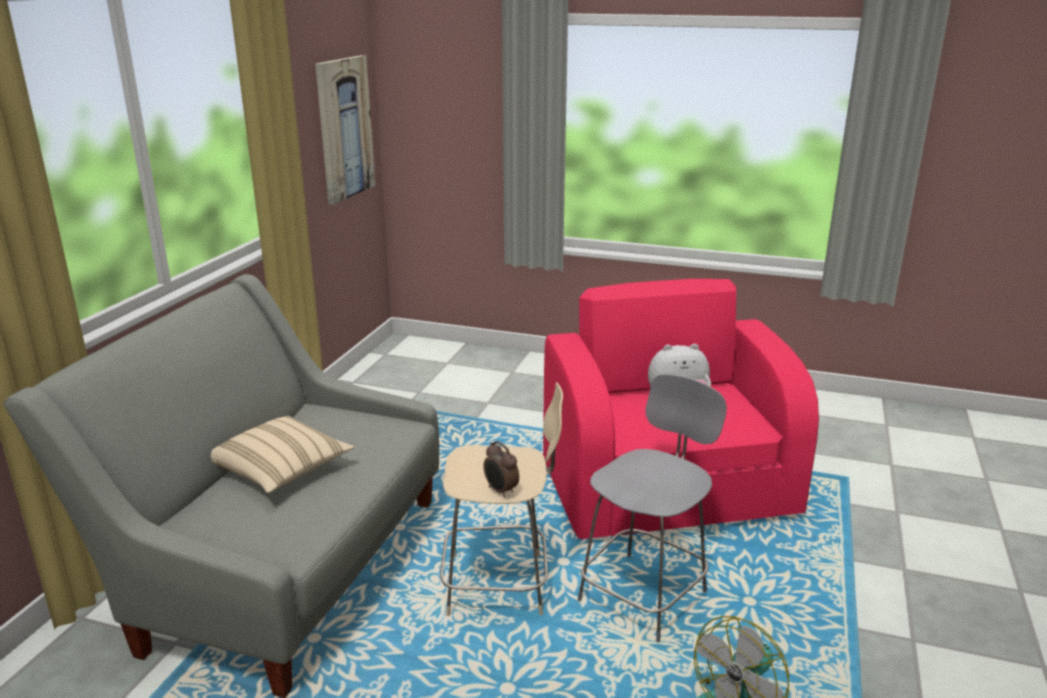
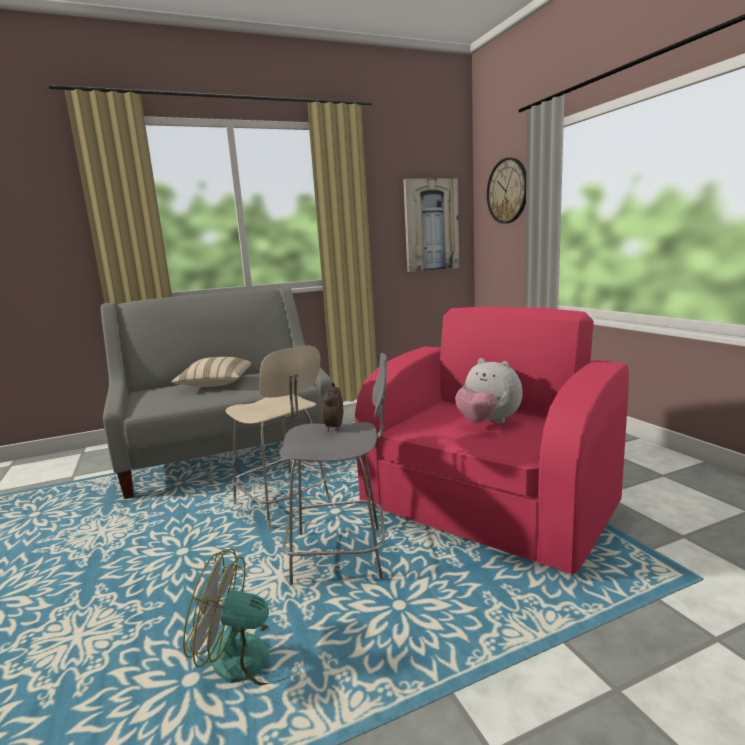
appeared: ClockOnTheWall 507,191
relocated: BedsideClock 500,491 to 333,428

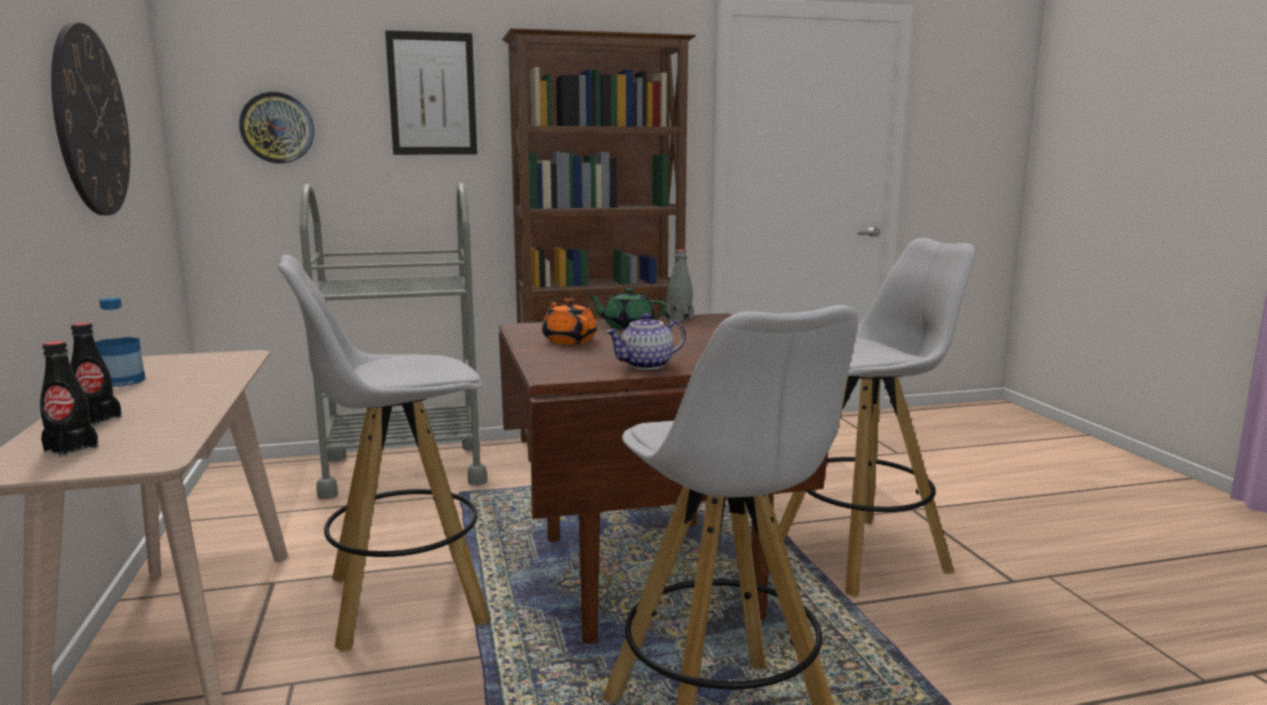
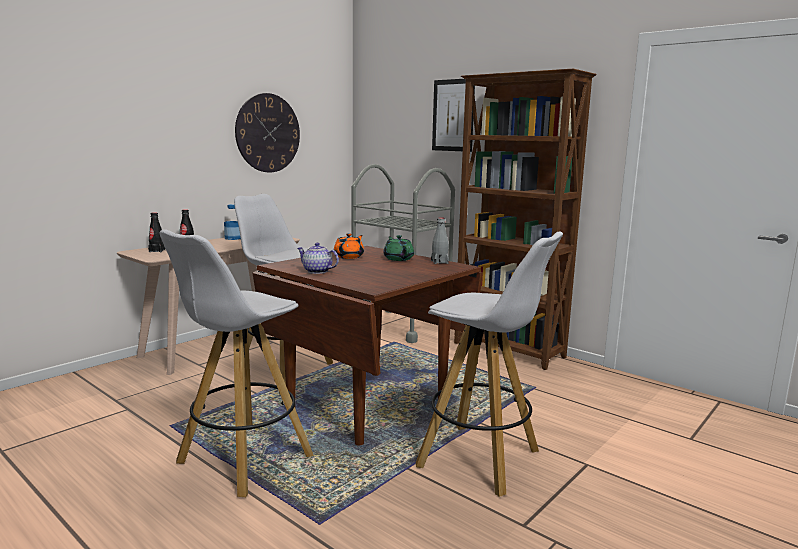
missing: ClockOnTheWall 277,128

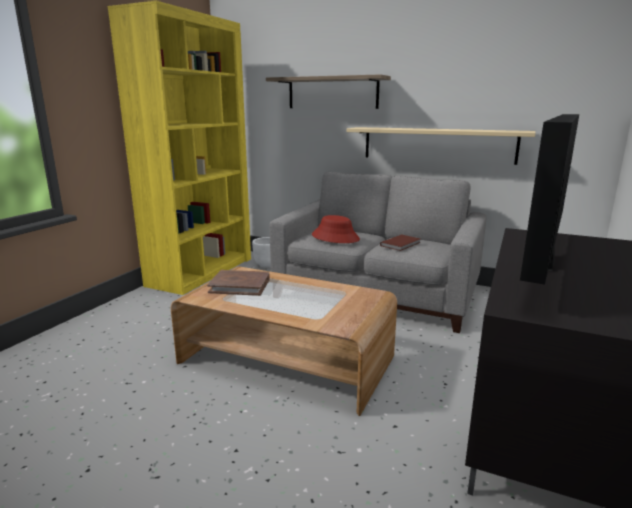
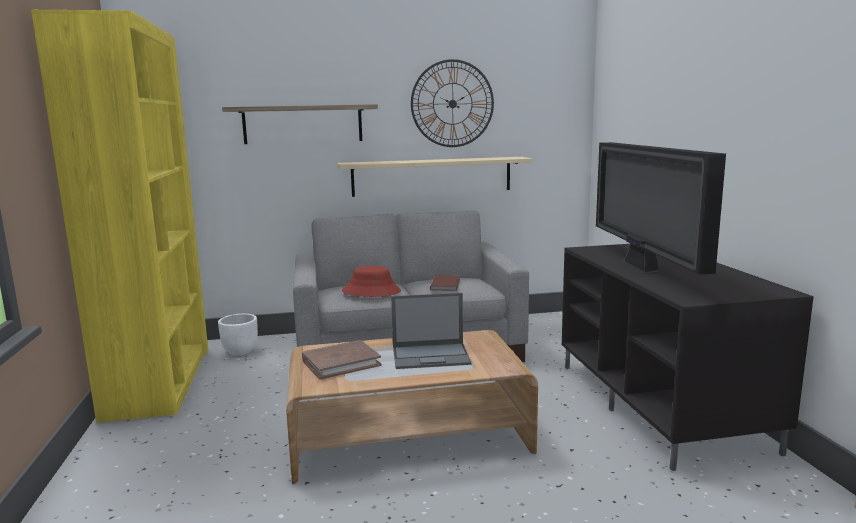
appeared: PortableComputer 431,356; ClockOnTheWall 452,103

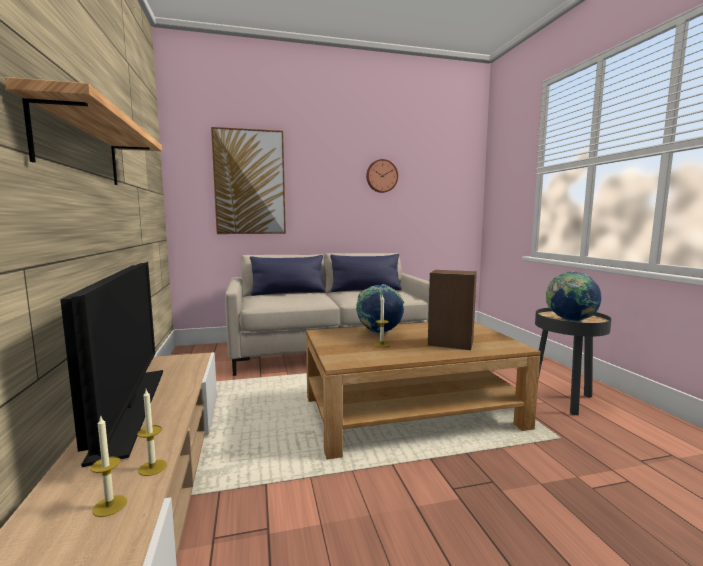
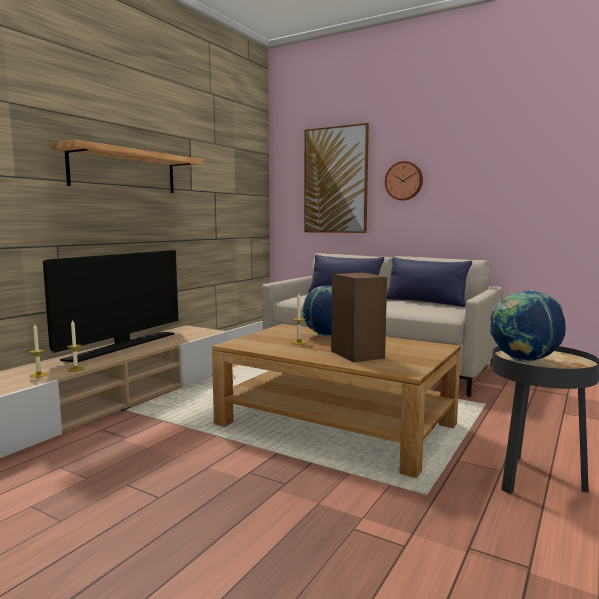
relocated: ClockOnTheWall 381,176 to 404,181

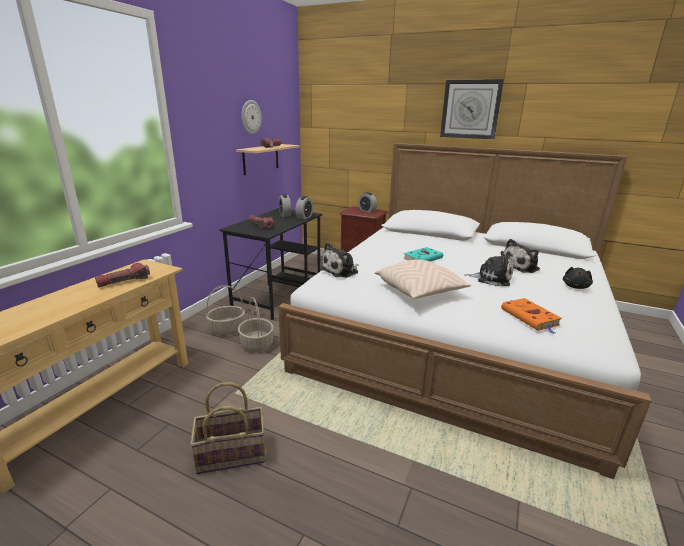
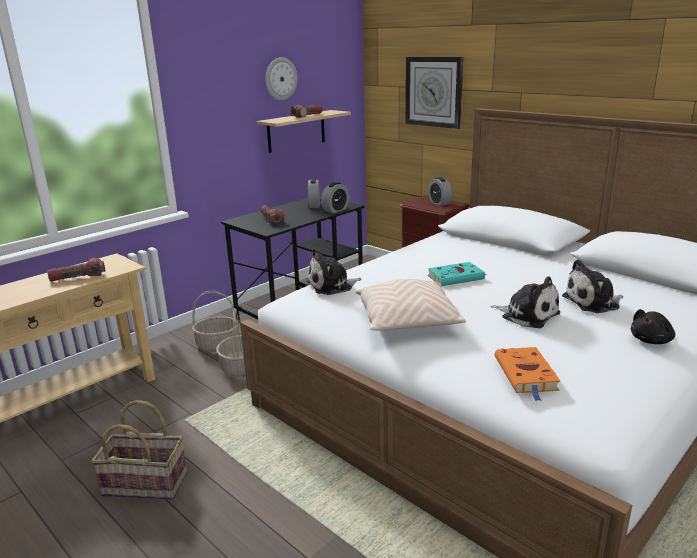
relocated: ClockOnTheWall 470,109 to 434,91

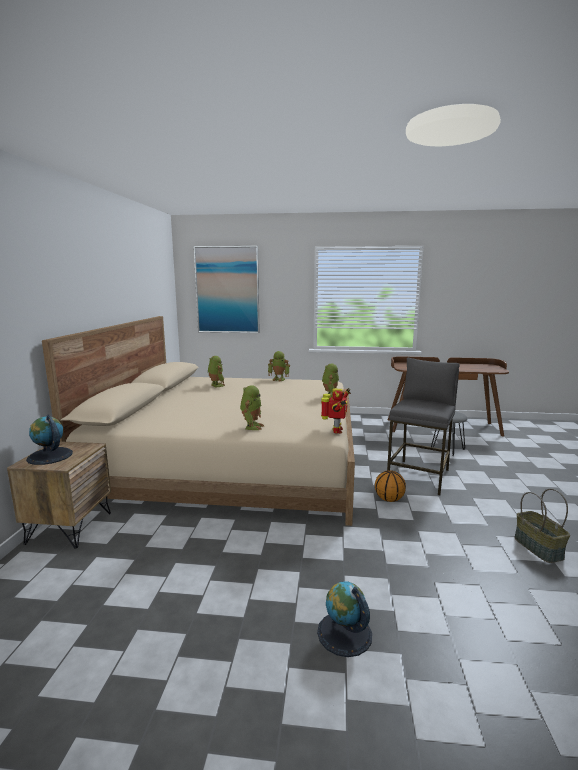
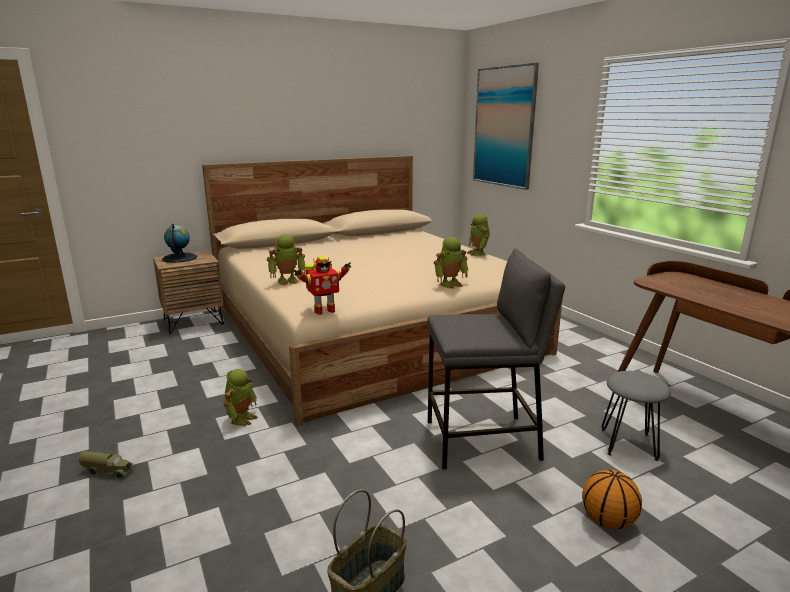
relocated: ModelRobot 216,385 to 241,418; BallForBasketball 389,499 to 608,521
exchanged: Globe 344,633 to ToyLorry 108,471

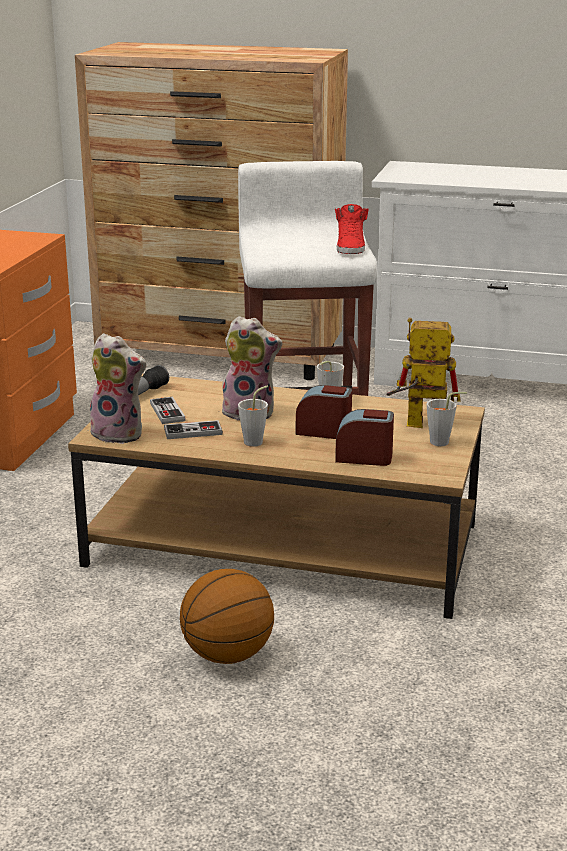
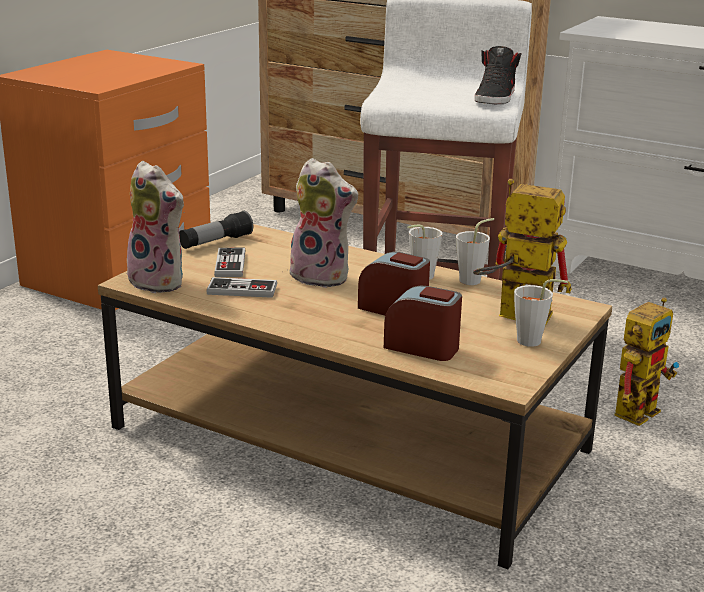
missing: BallForBasketball 228,655
appeared: ModelRobot 638,408
relocated: GreyDrinkingCup 256,441 to 474,280
colour: RedItemOfFootwear 351,247 to BlackishItemOfFootwear 496,98

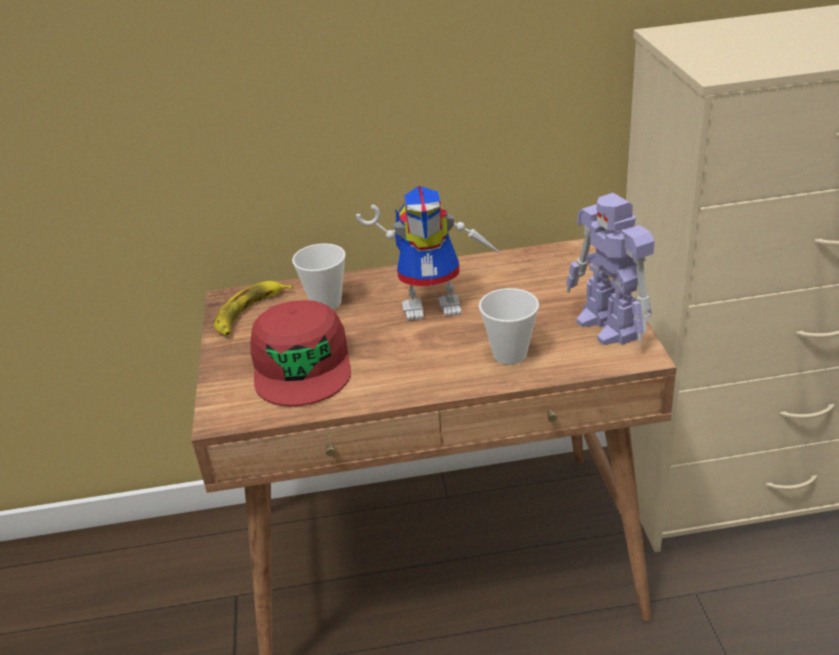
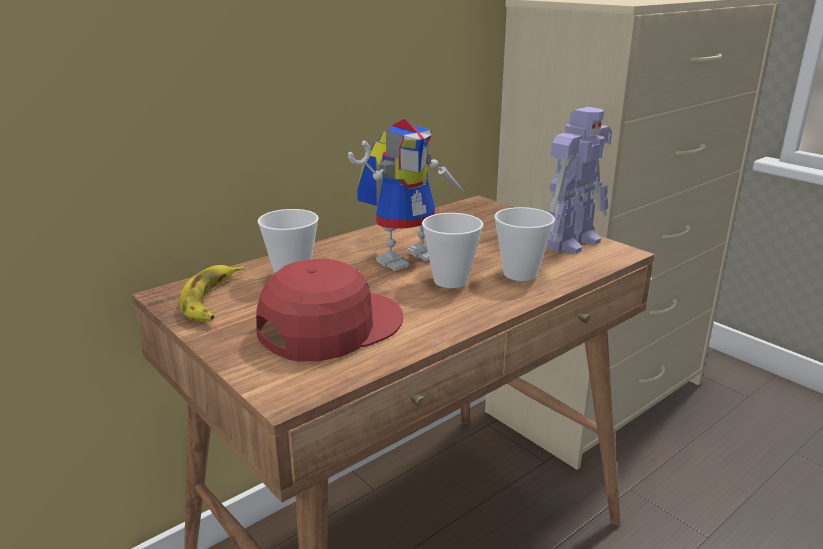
appeared: DrinkingCup 450,280
spun: RedCap 302,365 = 329,326 90 degrees counterclockwise; ModelRobot 609,327 = 572,241 75 degrees counterclockwise

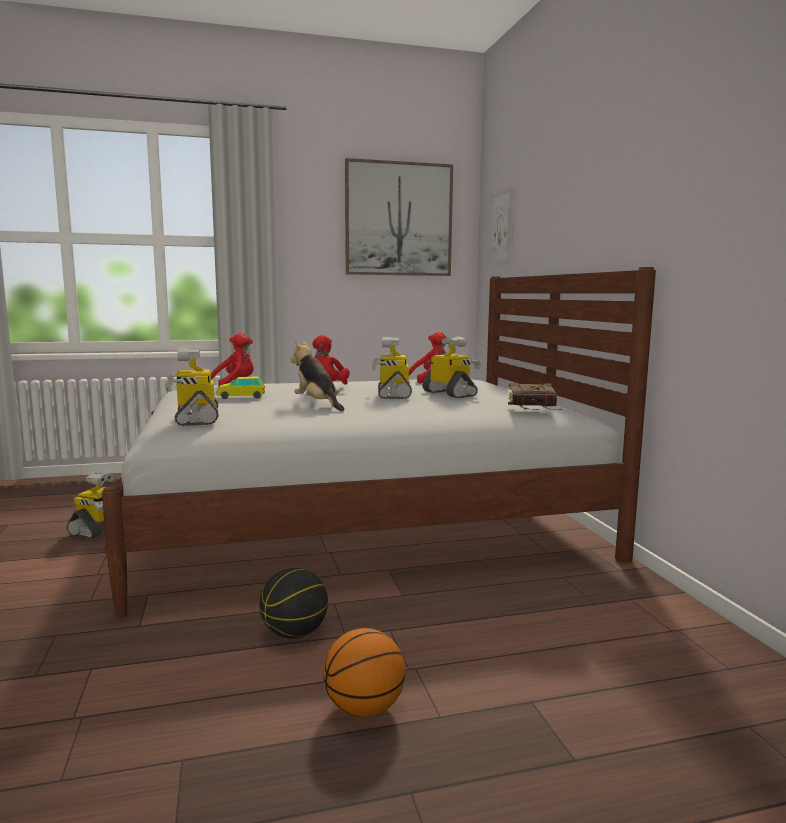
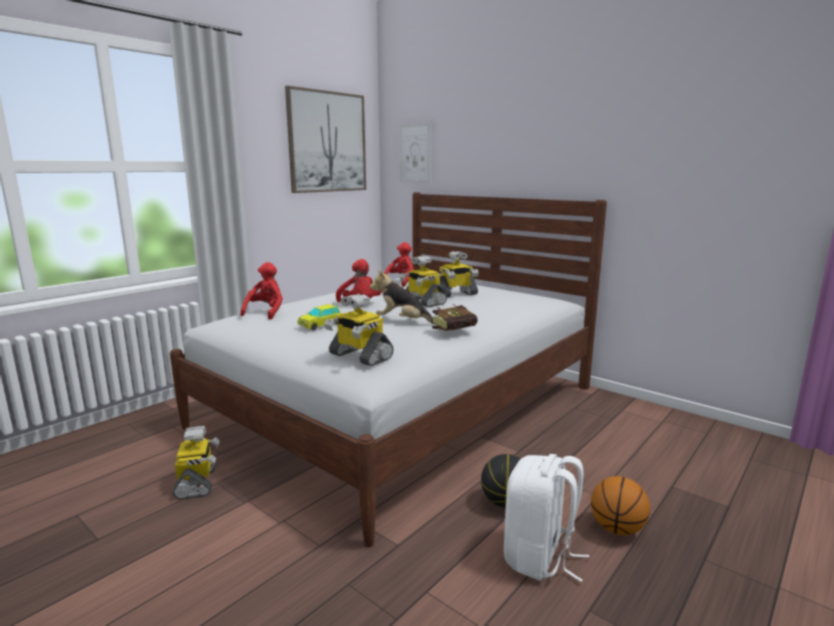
appeared: WhitishRucksack 539,557
relocated: Volume 536,411 to 458,331
spun: ModelRobot 450,394 = 455,294 135 degrees clockwise

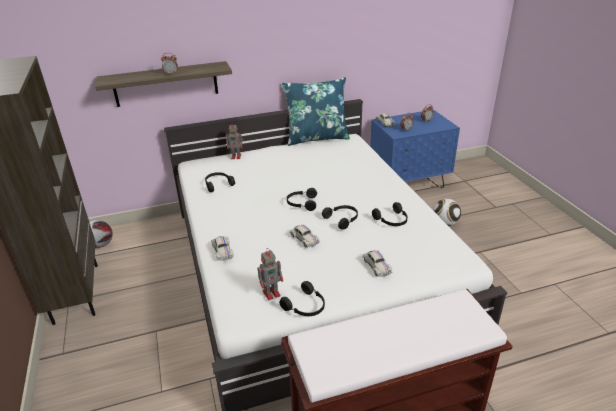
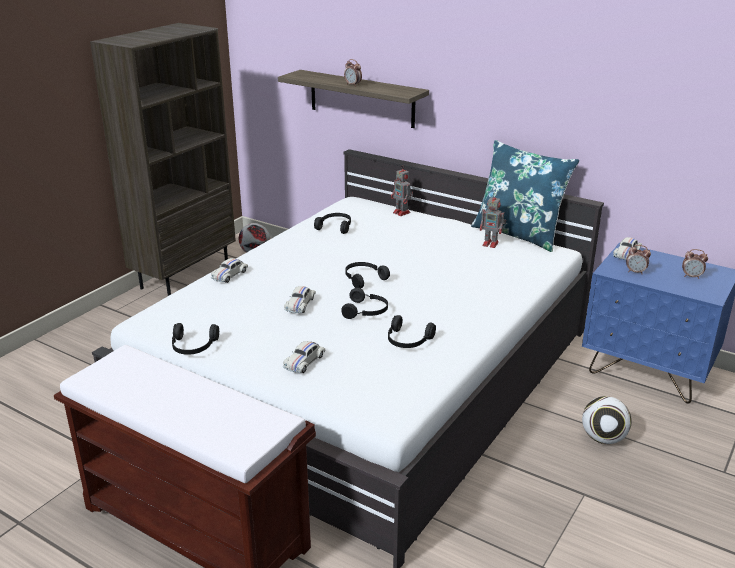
relocated: ModelRobot 272,293 to 491,244

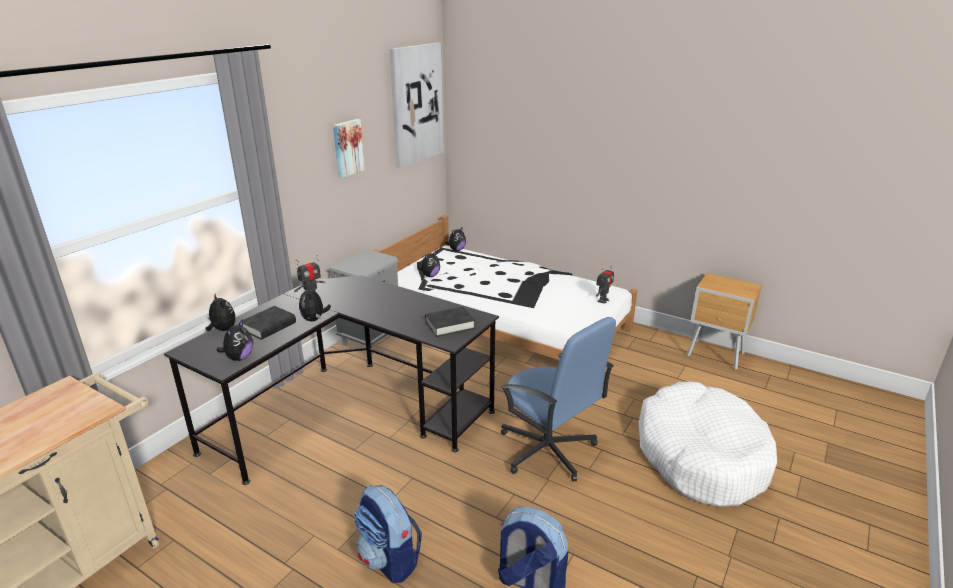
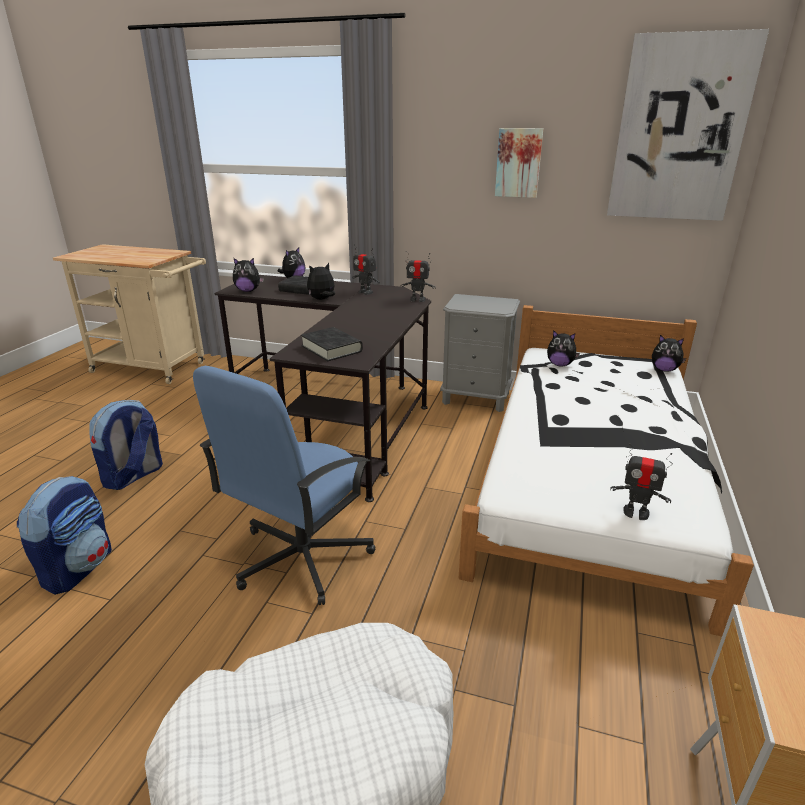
appeared: ModelRobot 417,300

